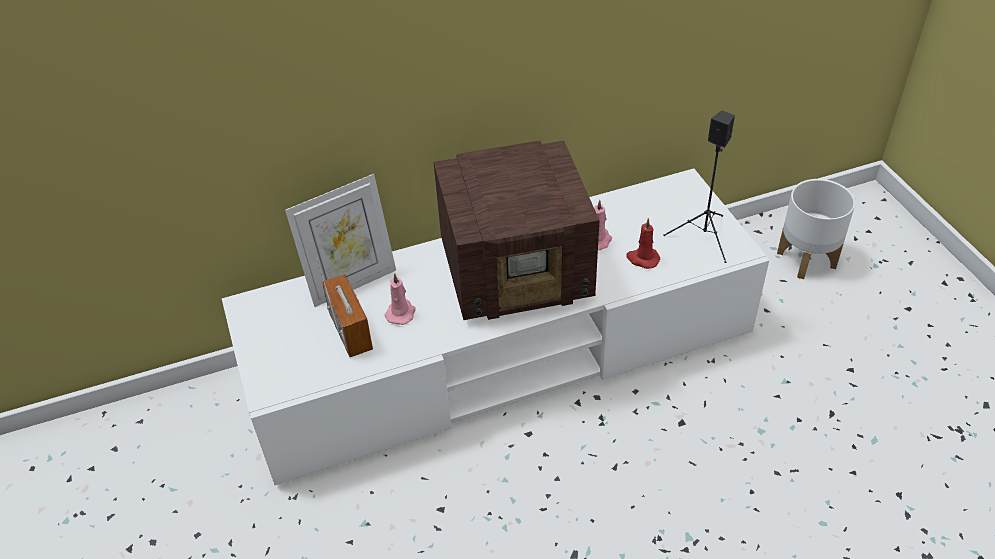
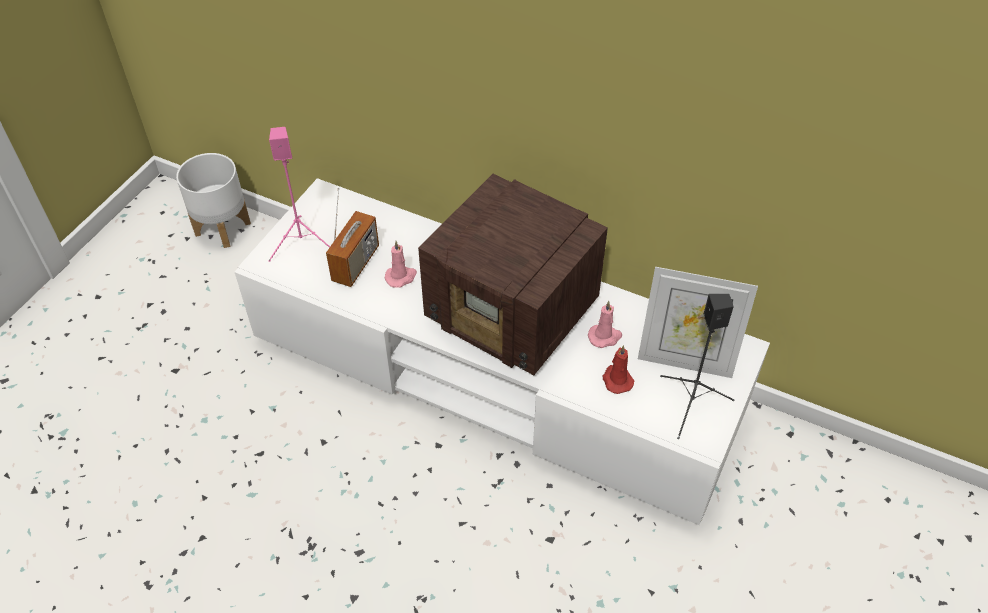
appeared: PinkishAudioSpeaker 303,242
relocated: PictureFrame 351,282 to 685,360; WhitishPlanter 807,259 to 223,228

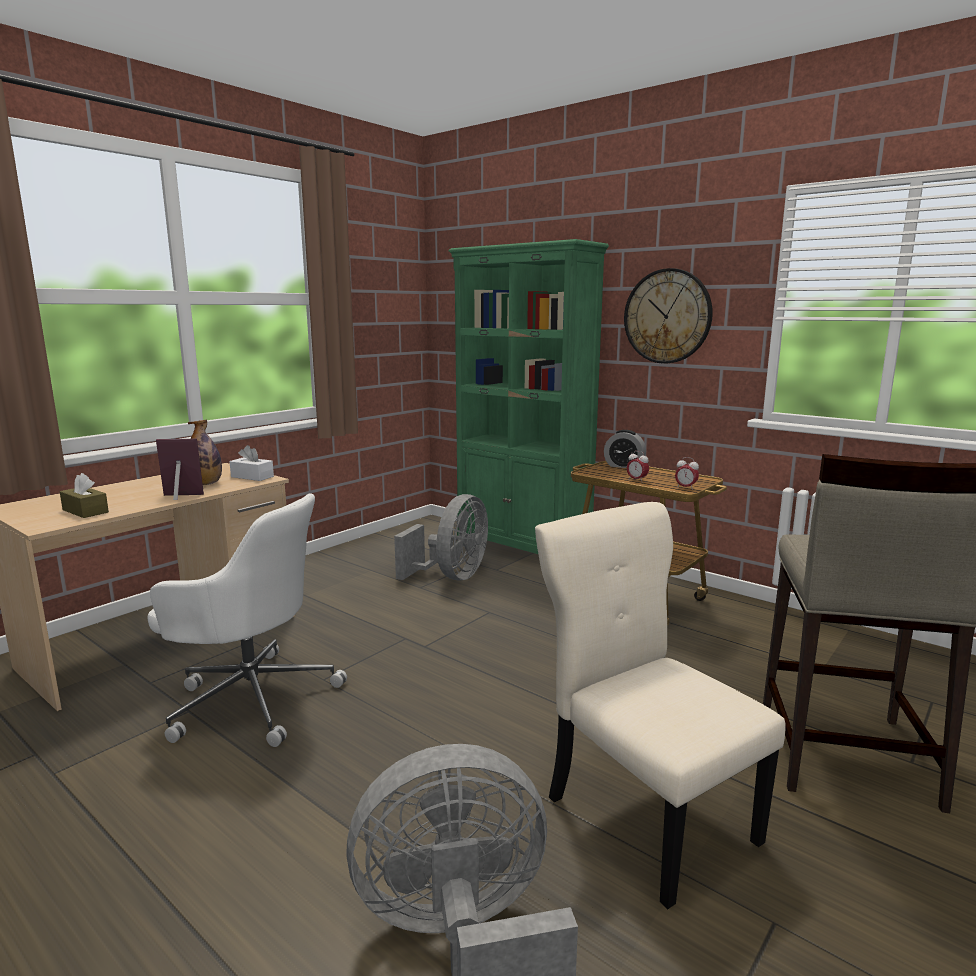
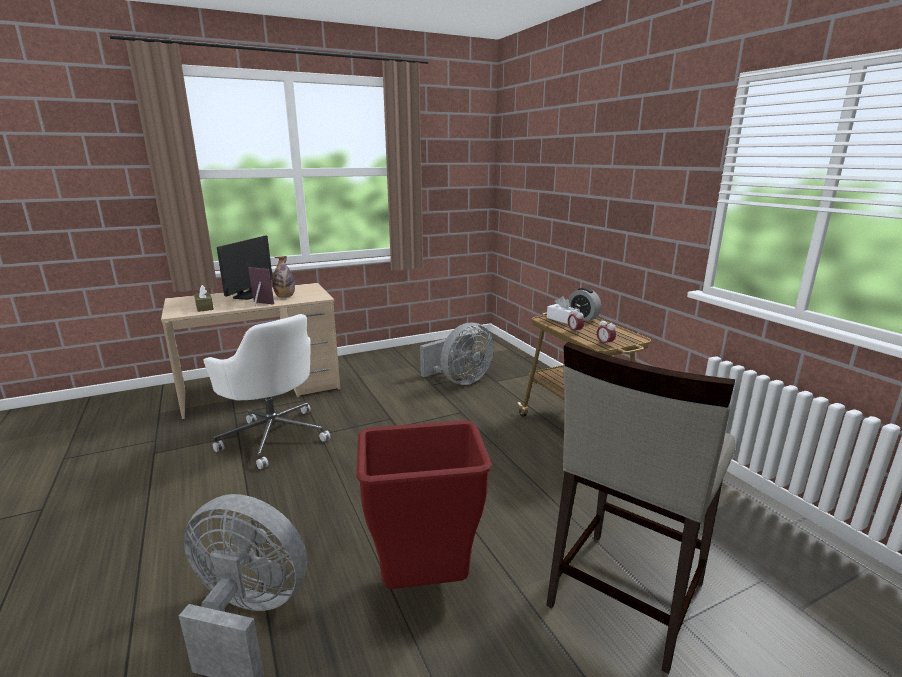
missing: GreenishBookshelf 523,550; ClockOnTheWall 667,316
appeared: Monitor 249,295
relocated: WhitishTissueBox 252,477 to 562,319
exchanged: BeigeChair 645,814 to RedTrashCan 425,583

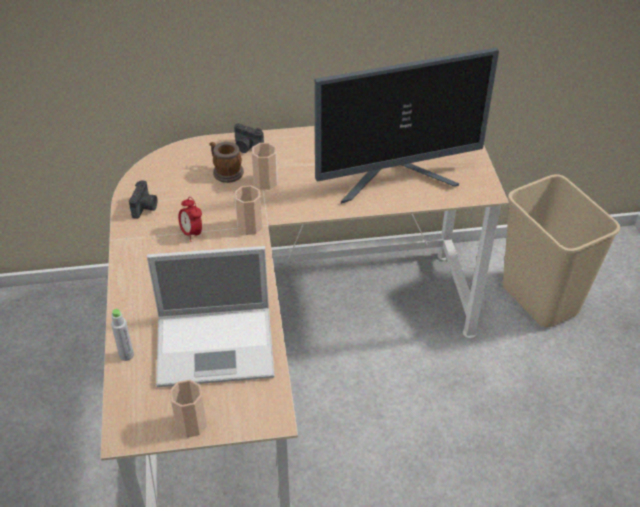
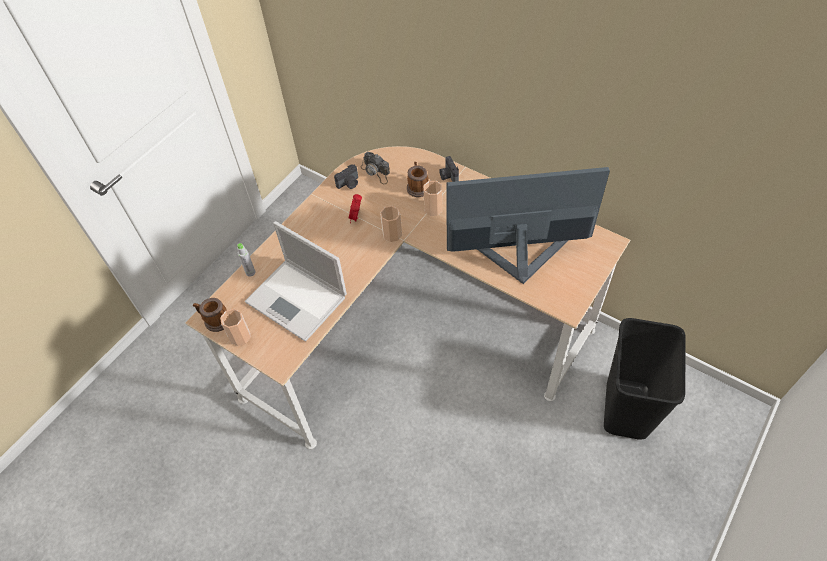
appeared: CoffeeMug 214,320; StillCamera 376,172
colour: BeigeTrashCan 541,299 to BlackishTrashCan 627,409
spun: Monitor 396,178 = 518,258 150 degrees clockwise

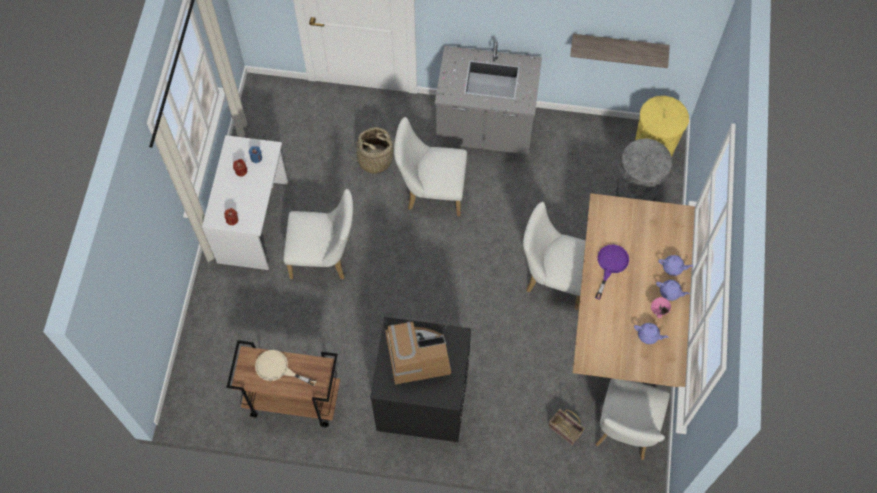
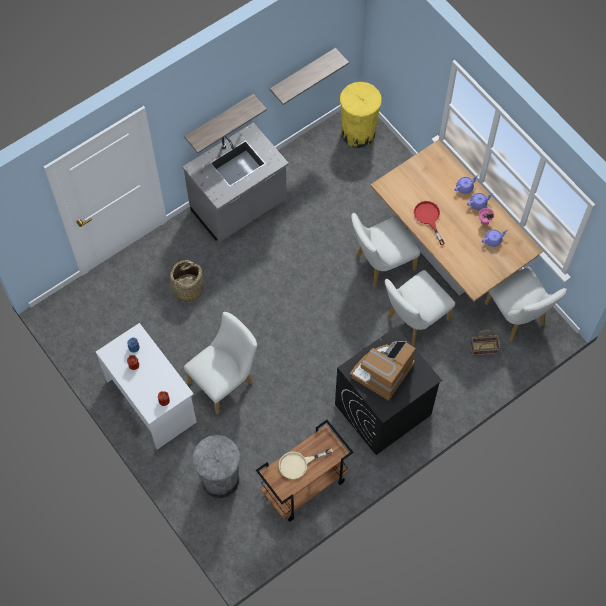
appeared: BracketShelf 219,121
relocated: WhitishChair 431,192 to 413,320; GreyTrashCan 635,195 to 220,479
colour: PurpleFryingPan 610,265 to RedFryingPan 428,218

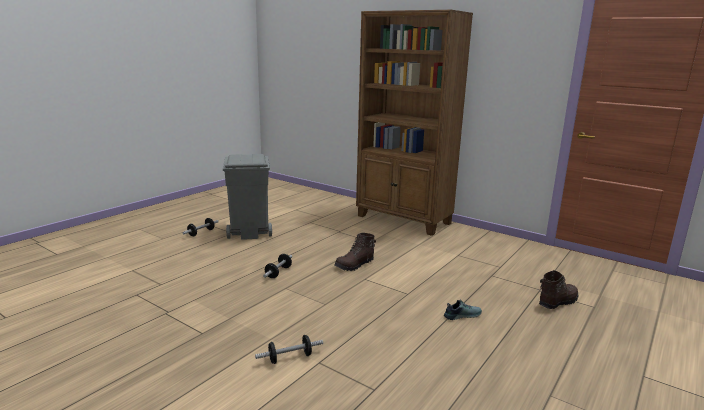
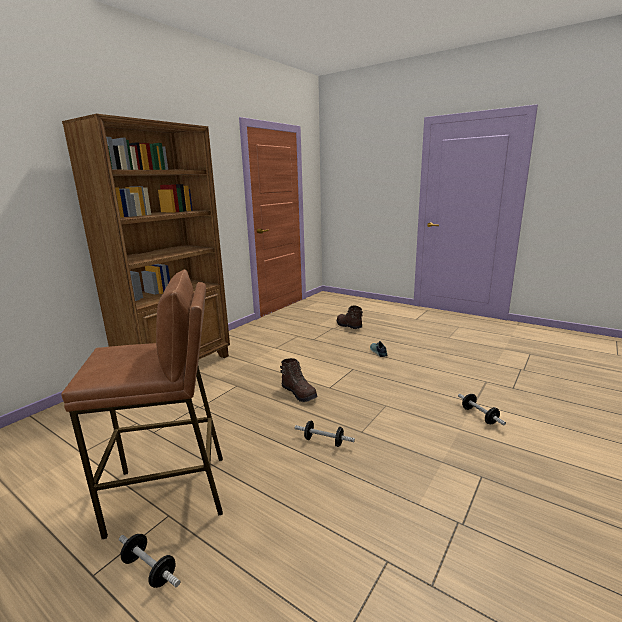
exchanged: GreyTrashCan 249,231 to BrownishStool 170,493

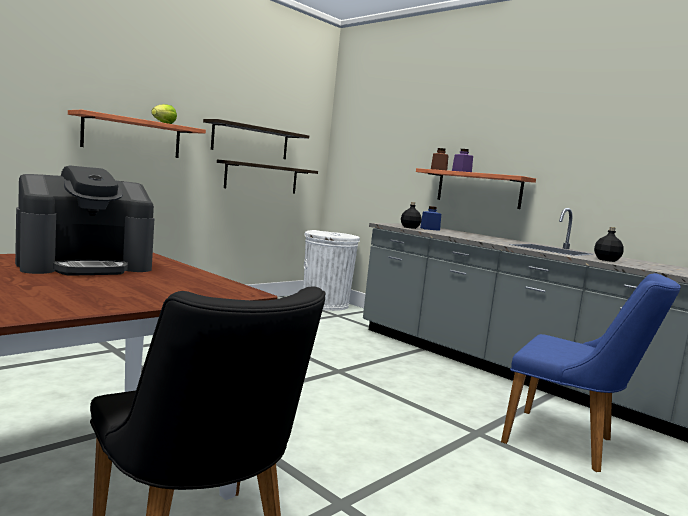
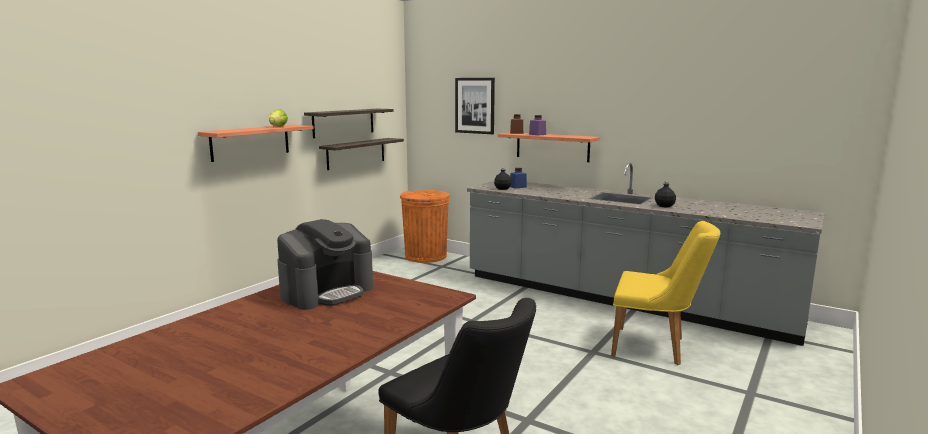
appeared: Picture 475,105
colour: WhitishTrashCan 325,304 to OrangeTrashCan 426,256; BlueColouredChair 570,443 to YellowChair 656,347

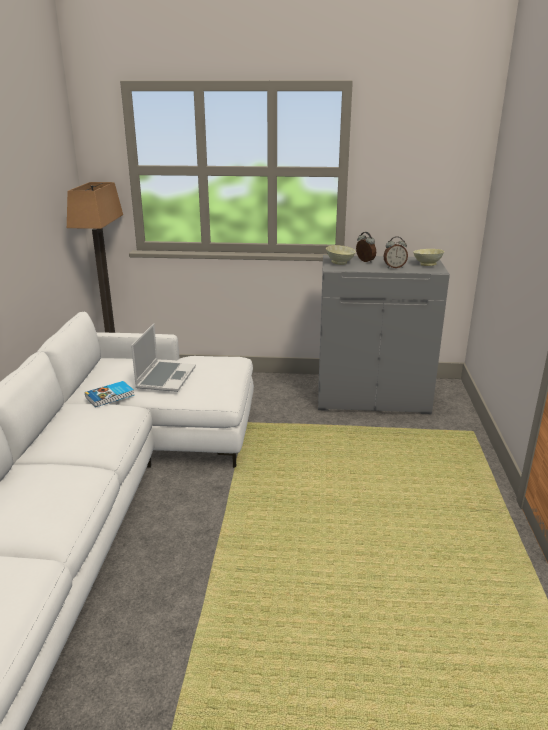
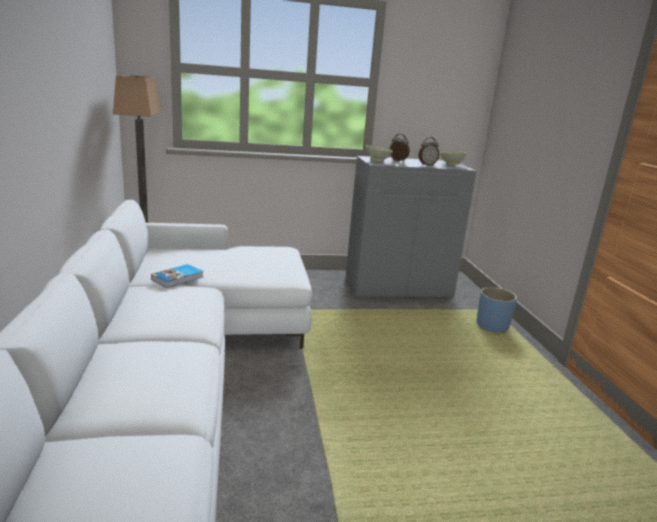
missing: PortableComputer 165,377
appeared: BlueColouredPlanter 492,326

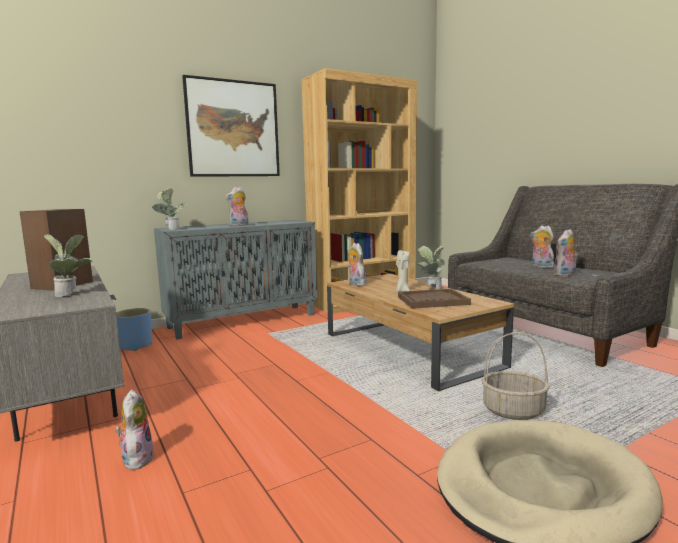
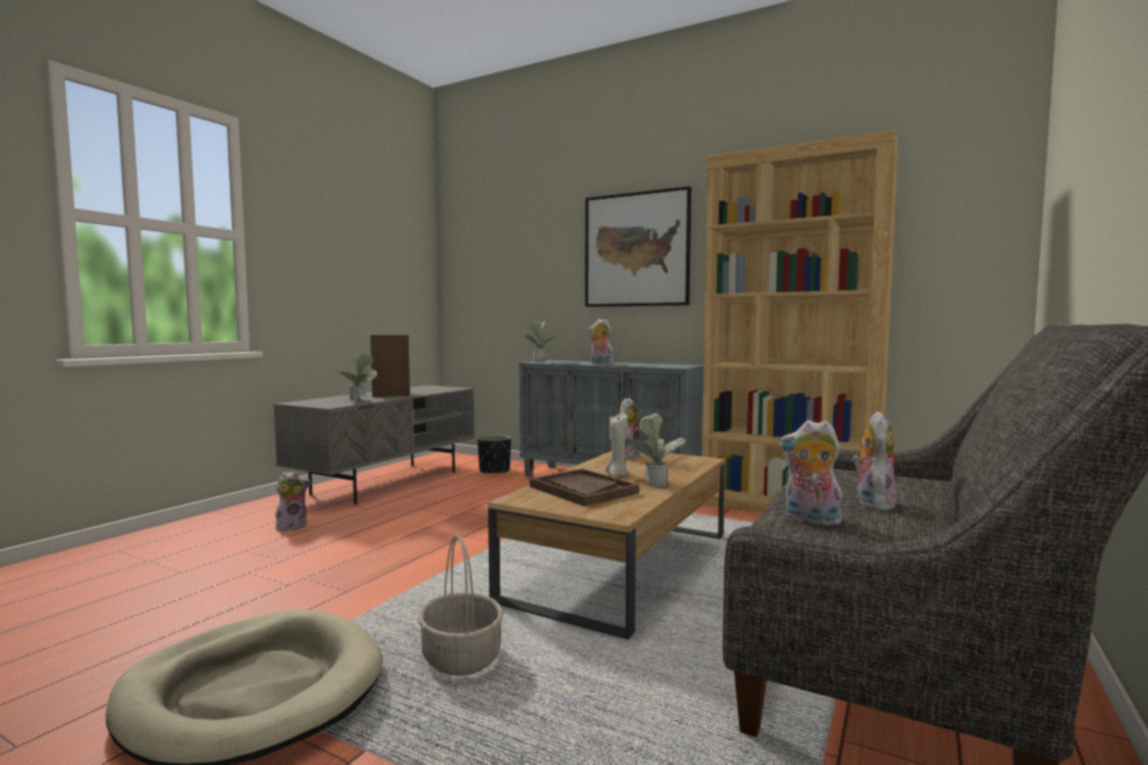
colour: BlueColouredPlanter 135,346 to BlackishPlanter 494,471

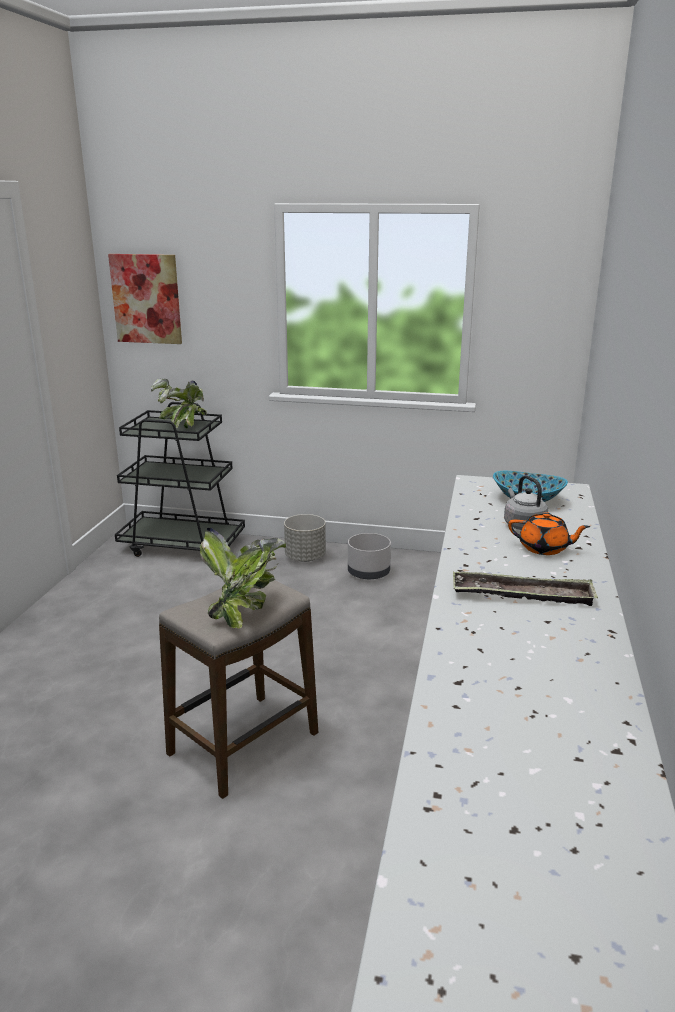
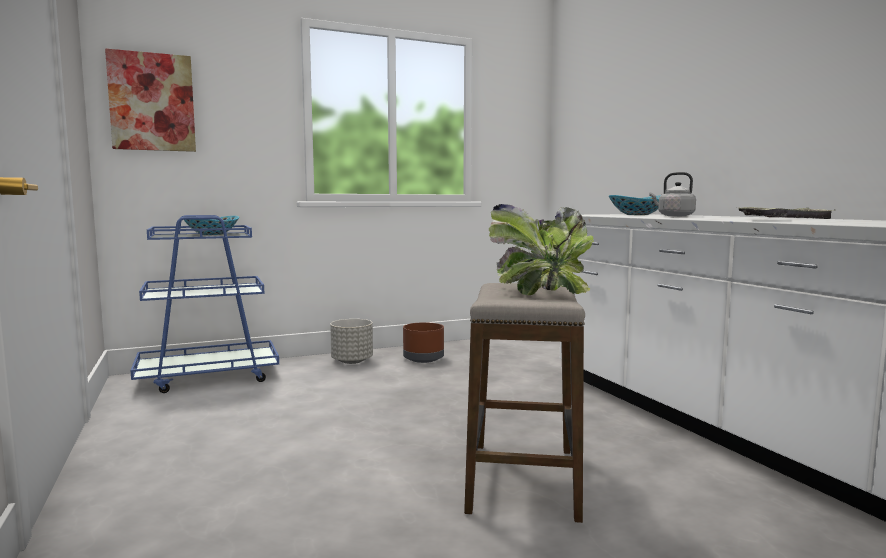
missing: OrangePotForTea 544,548
exchanged: Houseplant 183,426 to DeepDish 212,234
colour: BlackishWheeledCart 183,545 to BlueColouredWheeledCart 209,376; GreyPlanter 368,573 to BrownishPlanter 423,359

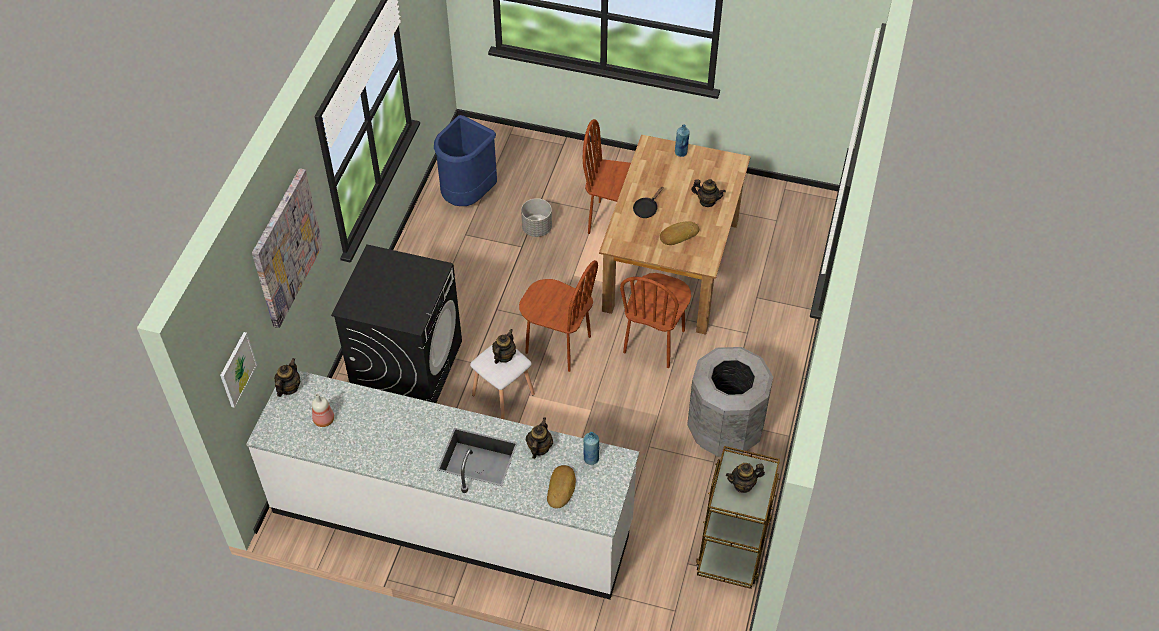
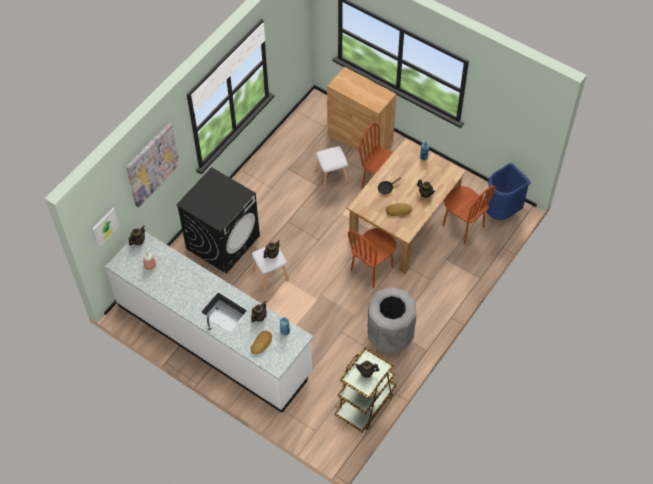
appeared: BrownishCupboard 360,138
relocated: BlueColouredTrashCan 468,196 to 502,211; BrownishChair 558,345 to 463,226
exchanged: GreyPlanter 537,228 to WhitishStool 332,176

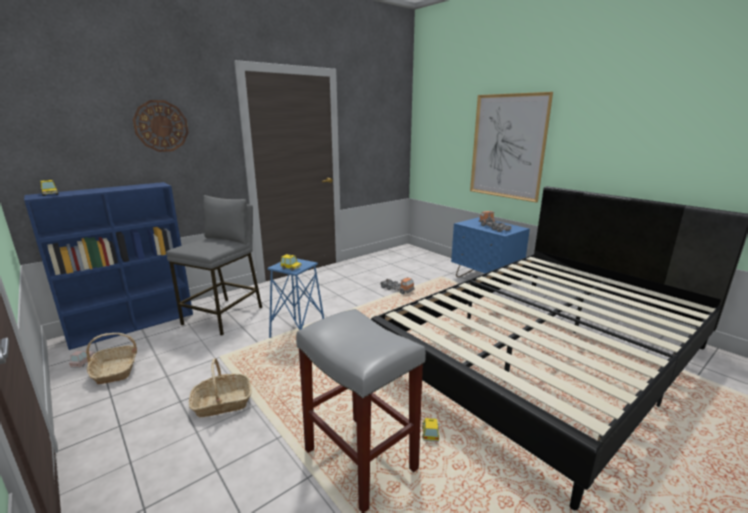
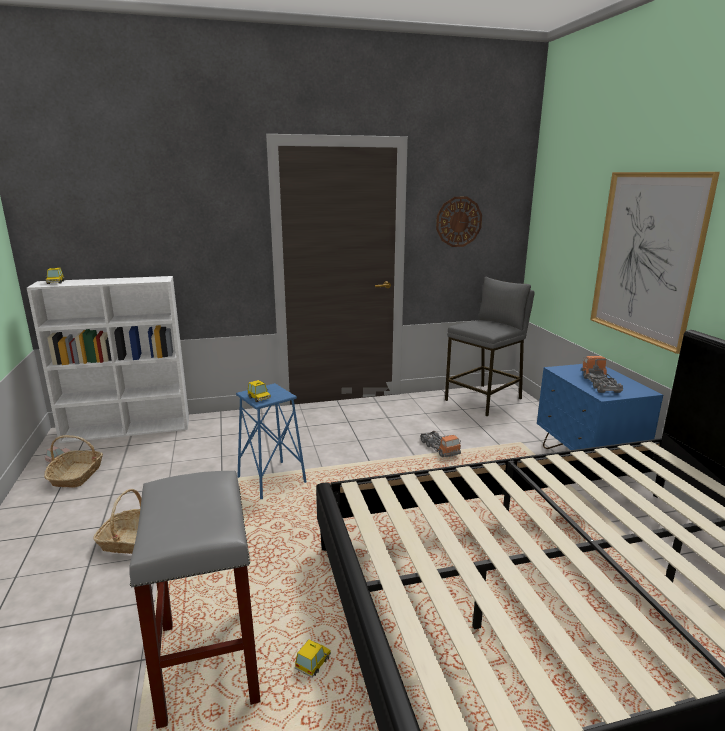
relocated: ClockOnTheWall 161,126 to 458,222; GreyStool 224,315 to 484,399
colour: BlueColouredBookshelf 134,324 to WhitishBookshelf 128,429

